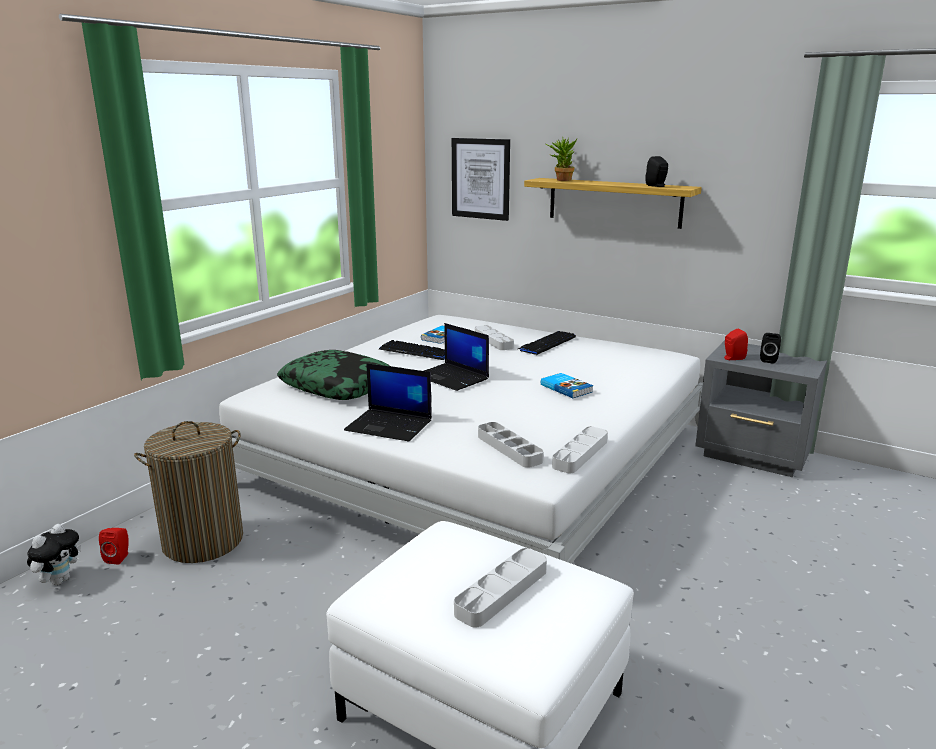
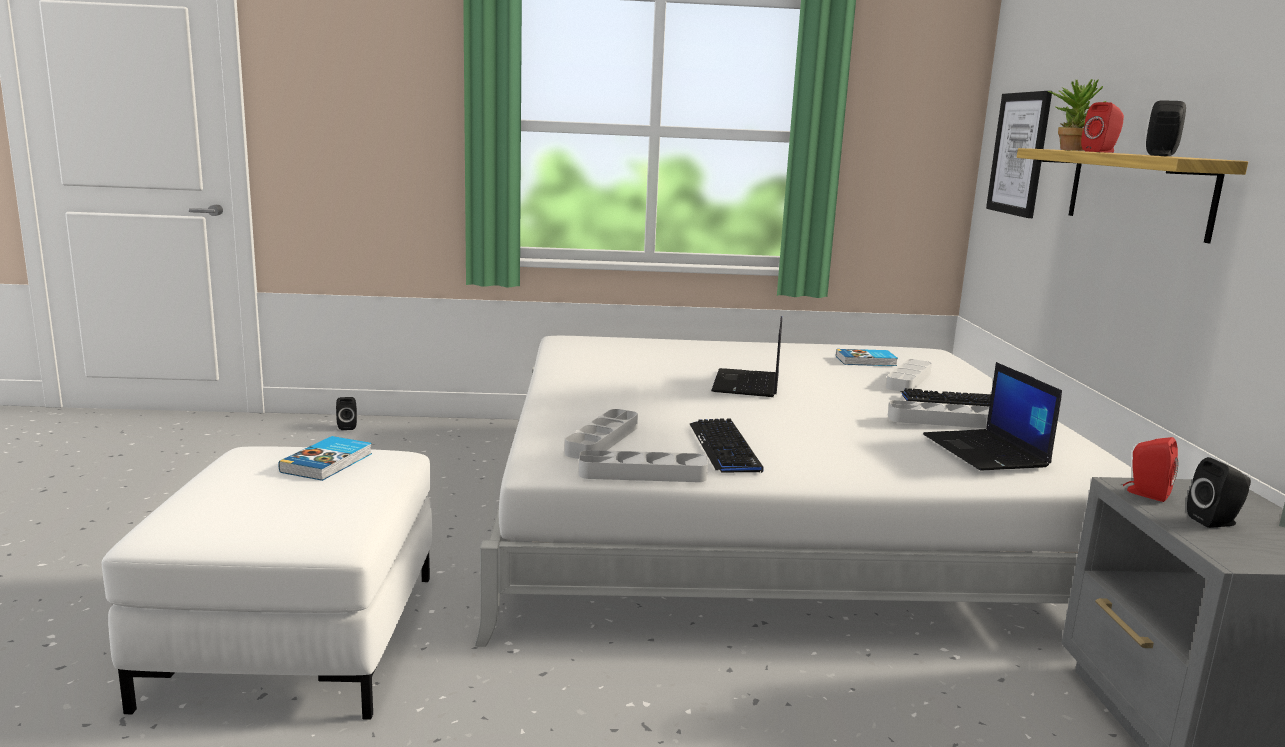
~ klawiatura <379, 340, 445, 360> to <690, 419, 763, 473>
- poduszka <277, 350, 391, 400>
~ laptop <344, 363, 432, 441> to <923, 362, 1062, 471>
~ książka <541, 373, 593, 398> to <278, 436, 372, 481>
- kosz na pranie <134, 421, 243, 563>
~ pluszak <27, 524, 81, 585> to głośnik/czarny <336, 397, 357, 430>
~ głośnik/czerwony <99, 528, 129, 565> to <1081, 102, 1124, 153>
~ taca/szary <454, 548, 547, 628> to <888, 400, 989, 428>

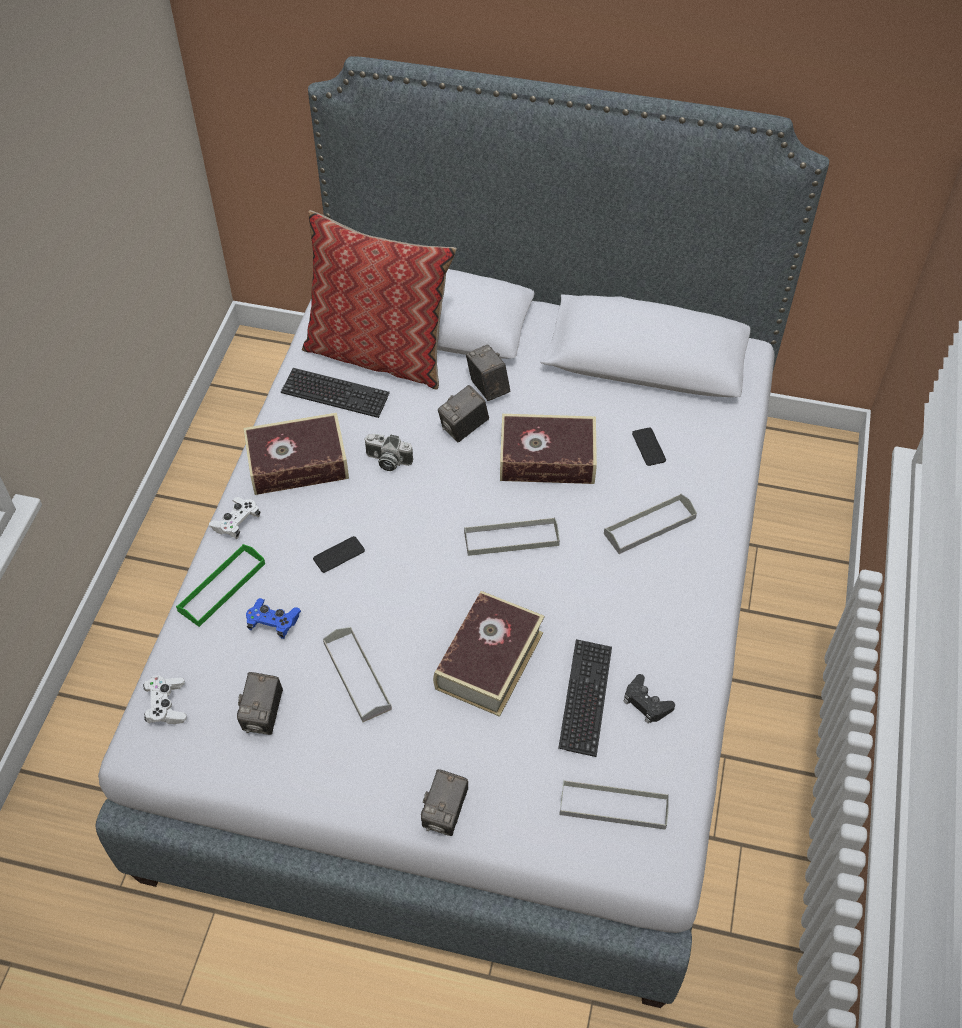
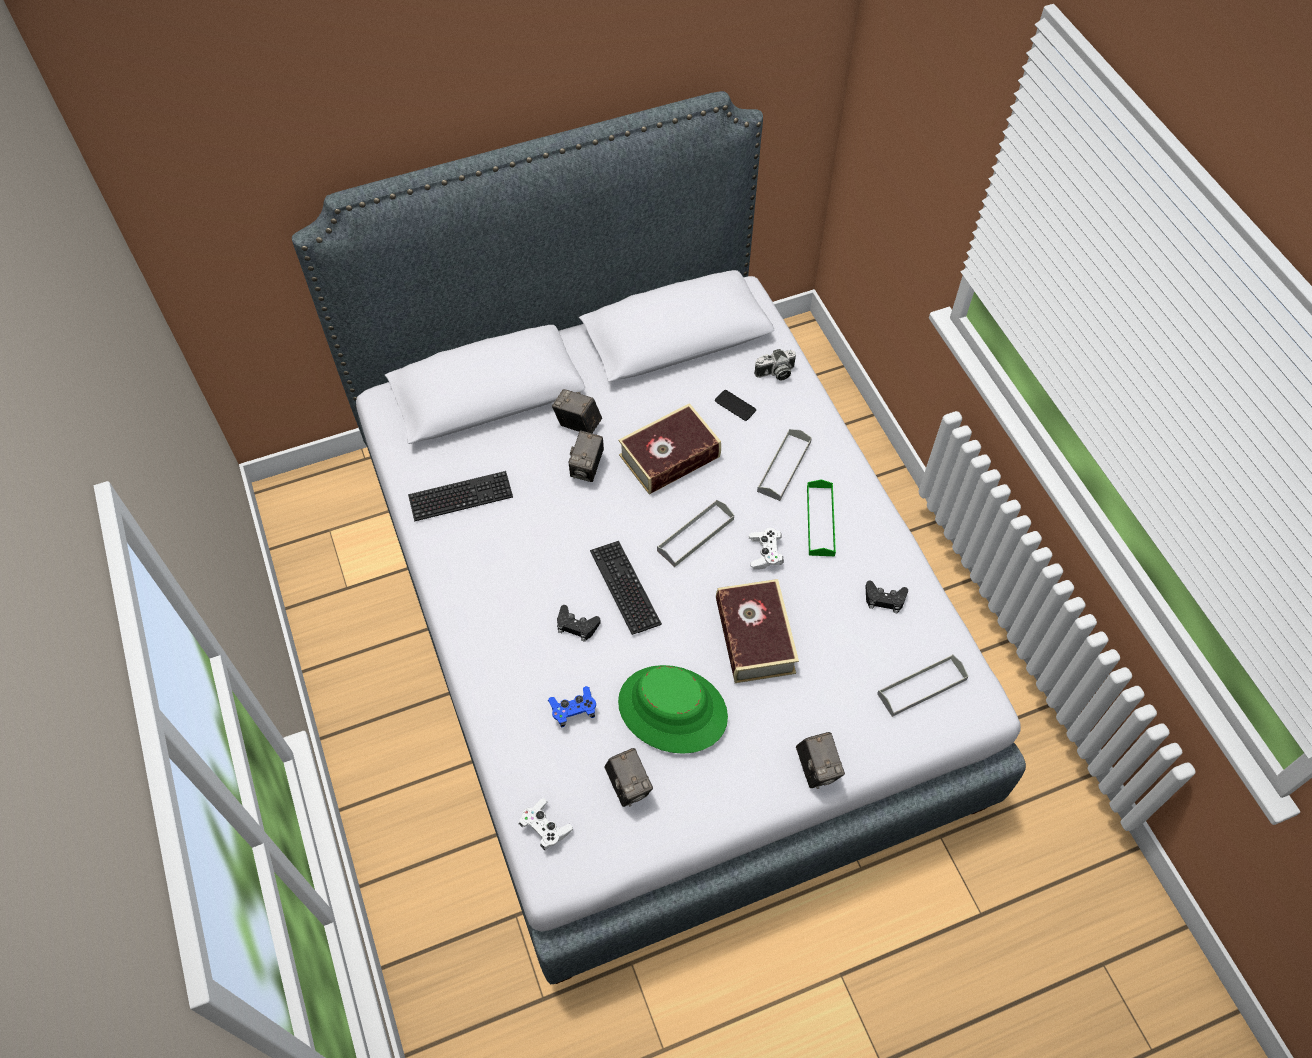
- poduszka <302, 210, 457, 390>
- książka <243, 413, 349, 495>
~ aparat fotograficzny <364, 434, 413, 471> to <754, 349, 796, 380>
~ pad do gier/biały <209, 497, 261, 539> to <749, 528, 784, 570>
~ telefon <313, 536, 365, 573> to pad do gier/czarny <557, 605, 601, 642>
~ taca/zielony <176, 544, 265, 627> to <807, 479, 836, 556>
~ taca/szary <323, 627, 392, 722> to kapelusz/zielony <618, 665, 728, 754>
~ klawiatura <558, 639, 612, 757> to <590, 541, 662, 635>

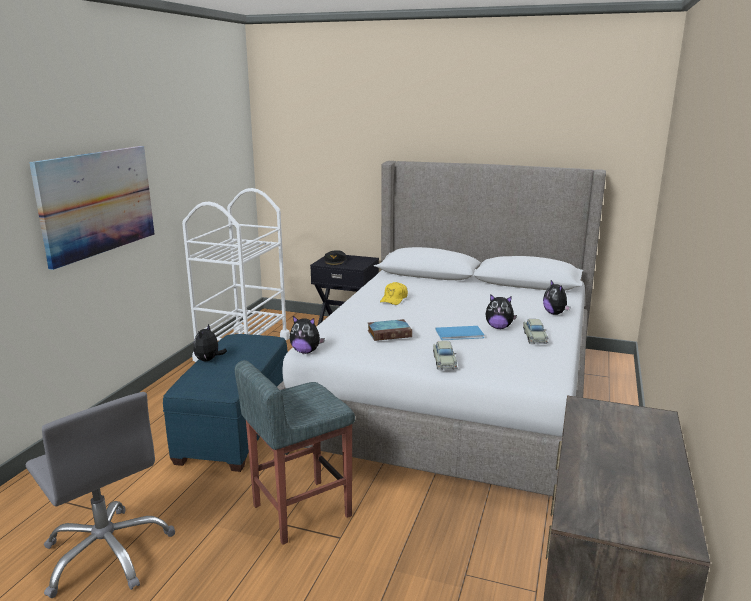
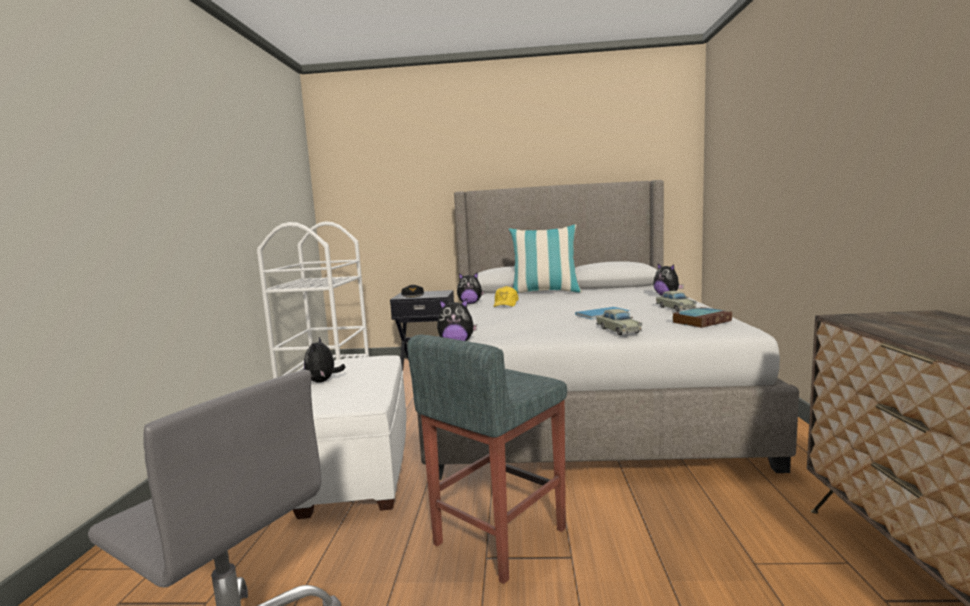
- obraz <29, 146, 155, 270>
~ pluszak <485, 294, 517, 329> to <457, 272, 484, 304>
~ książka <368, 319, 412, 341> to <672, 307, 732, 328>
~ pufa/niebieski <163, 334, 288, 472> to pufa/biały <293, 355, 407, 519>
+ poduszka <509, 224, 582, 293>

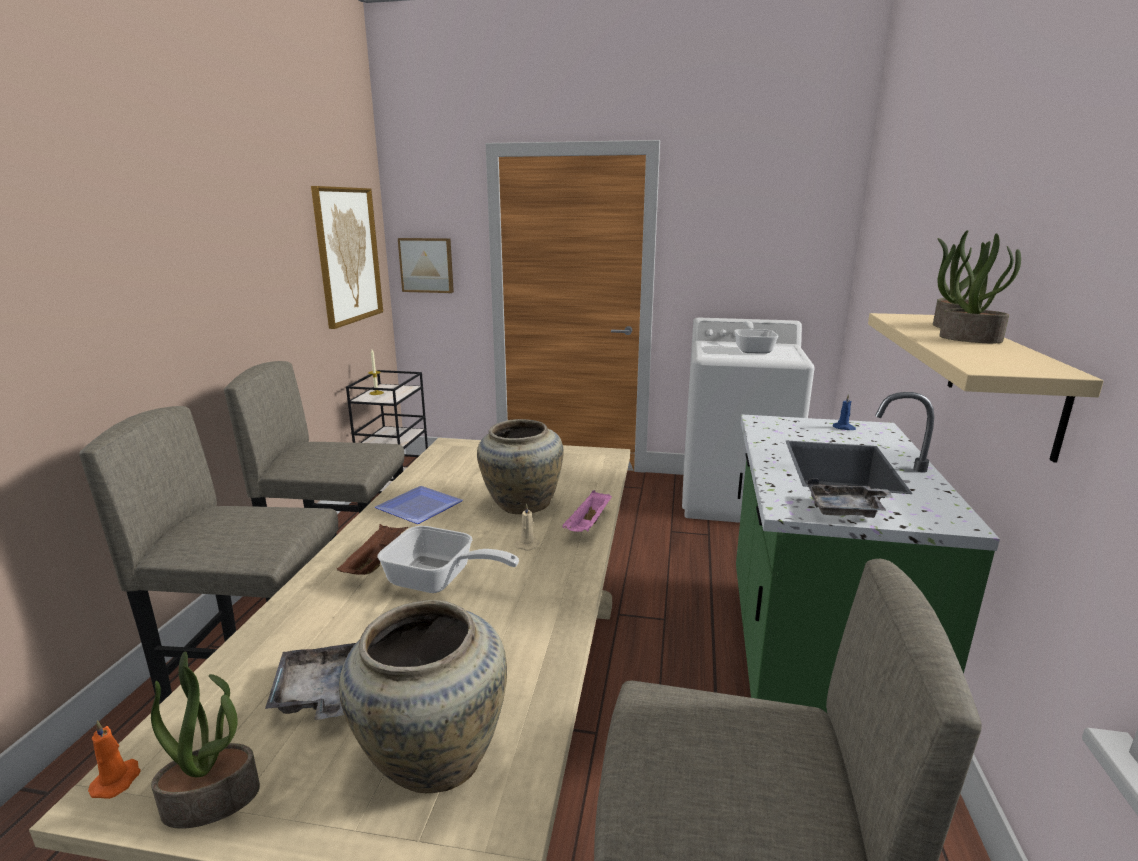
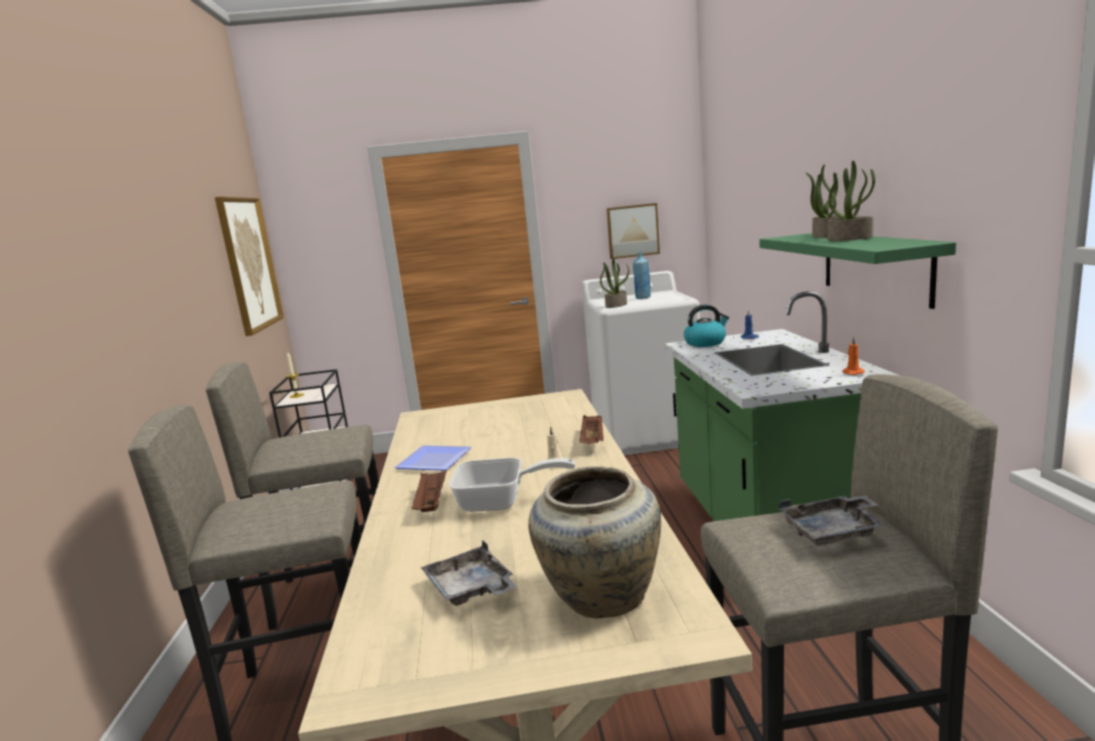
~ obraz <398, 238, 454, 293> to <606, 203, 660, 259>
~ półka/beżowy <868, 313, 1104, 463> to półka/zielony <759, 233, 956, 309>
~ patelnia <734, 321, 779, 354> to butelka/niebieski <633, 252, 651, 299>
- wazon/beżowy <477, 419, 564, 514>
~ taca/szary <808, 478, 894, 518> to <779, 496, 886, 546>
~ taca/różowy <562, 490, 612, 532> to taca/brązowy <579, 415, 604, 444>
~ roślina doniczkowa <151, 652, 260, 829> to <600, 258, 629, 308>
~ świeca/pomarańczowy <88, 720, 141, 799> to <842, 337, 865, 375>
+ czajnik <684, 304, 729, 347>

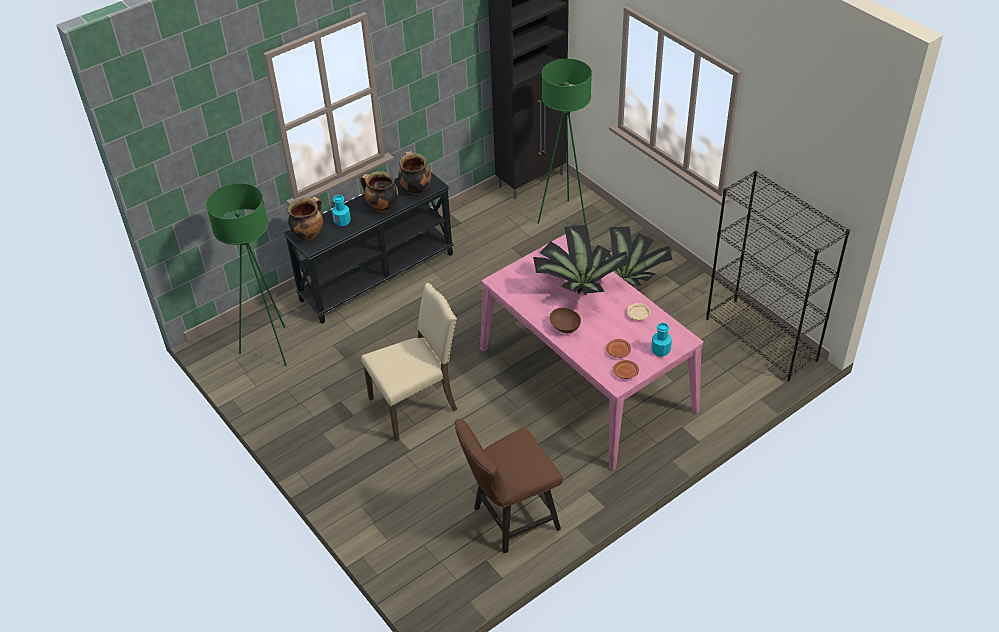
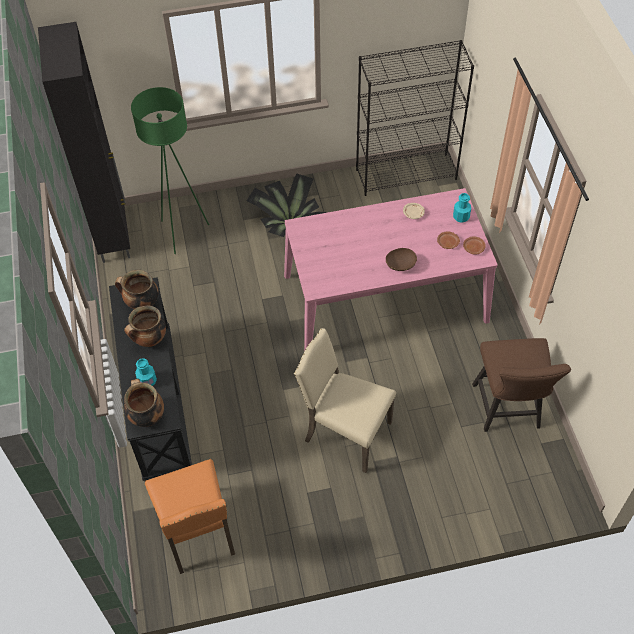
~ lampa stojąca/zielony <206, 183, 287, 366> to krzesło/pomarańczowy <145, 459, 235, 574>
- roślina doniczkowa <533, 225, 630, 295>
~ krzesło/beżowy <361, 283, 457, 441> = <294, 328, 396, 473> 60 degrees counterclockwise

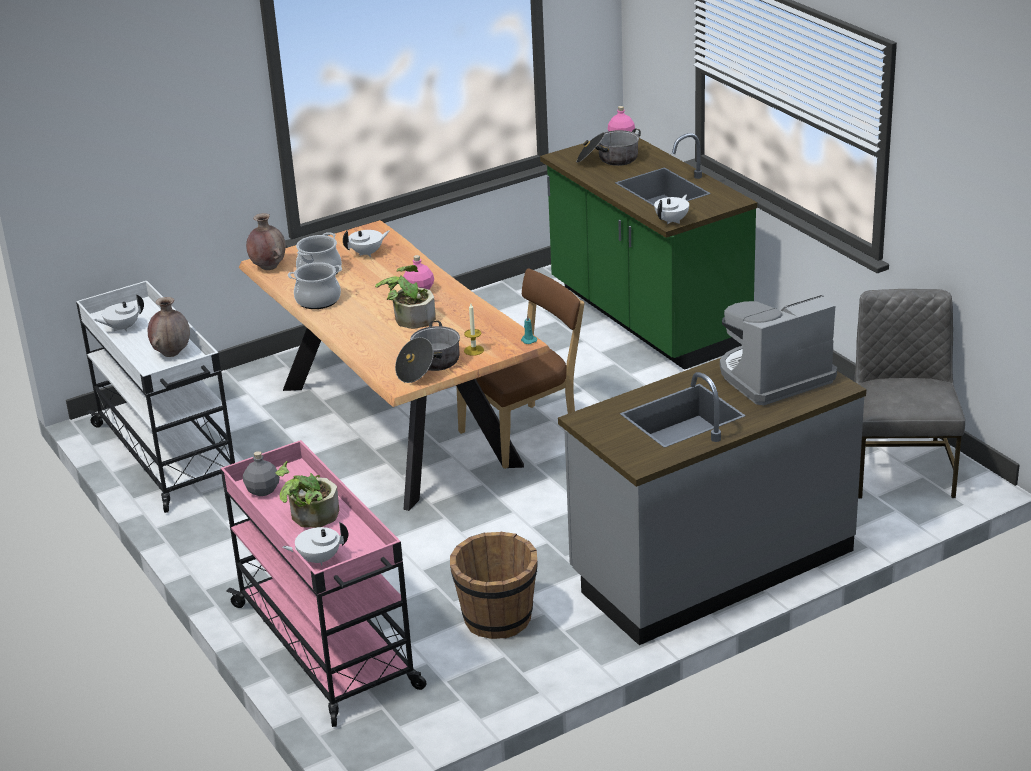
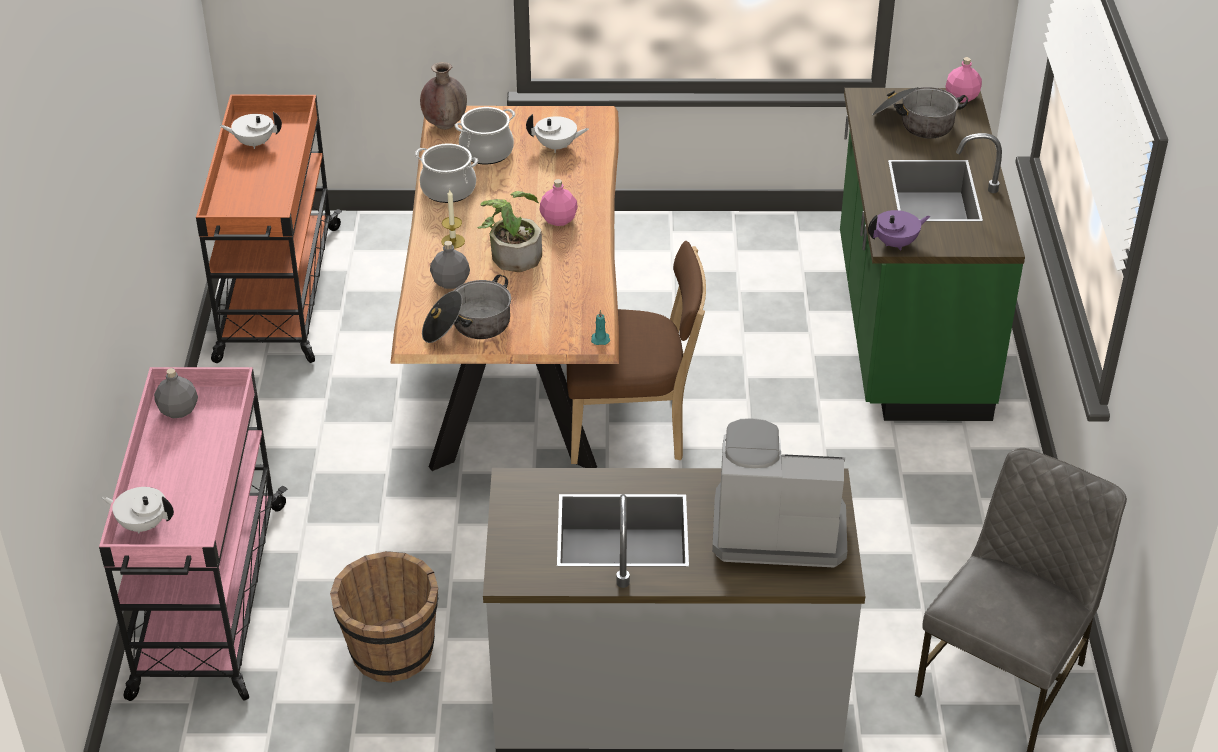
~ imbryk/biały <654, 195, 689, 224> to imbryk/fioletowy <868, 210, 930, 251>
~ wózek/biały <76, 281, 235, 513> to wózek/pomarańczowy <196, 95, 342, 363>
- wazon/brązowy <148, 297, 190, 357>
~ świeca <464, 303, 484, 356> to <441, 190, 465, 249>
- roślina doniczkowa <276, 461, 339, 528>
+ butelka/szary <430, 241, 470, 289>

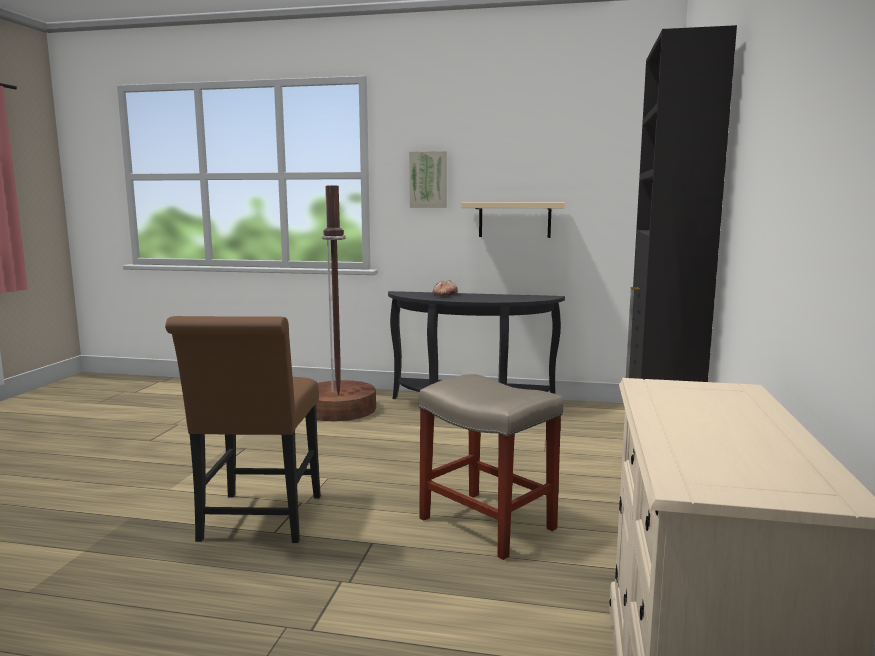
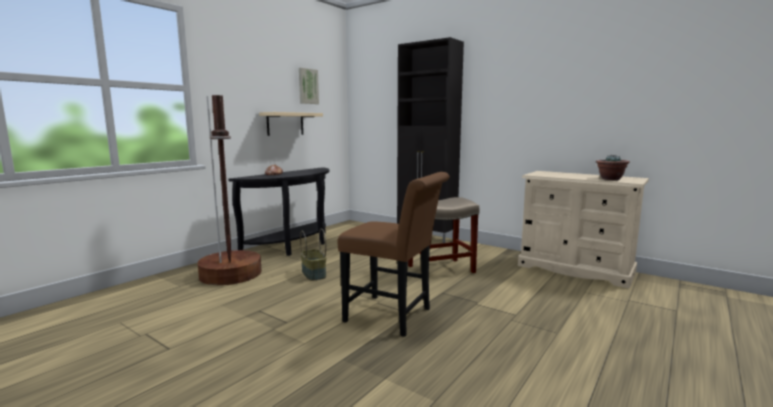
~ obraz <409, 151, 447, 208> to <299, 68, 319, 104>
+ roślina doniczkowa <596, 155, 630, 180>
+ koszyk <300, 228, 326, 281>

